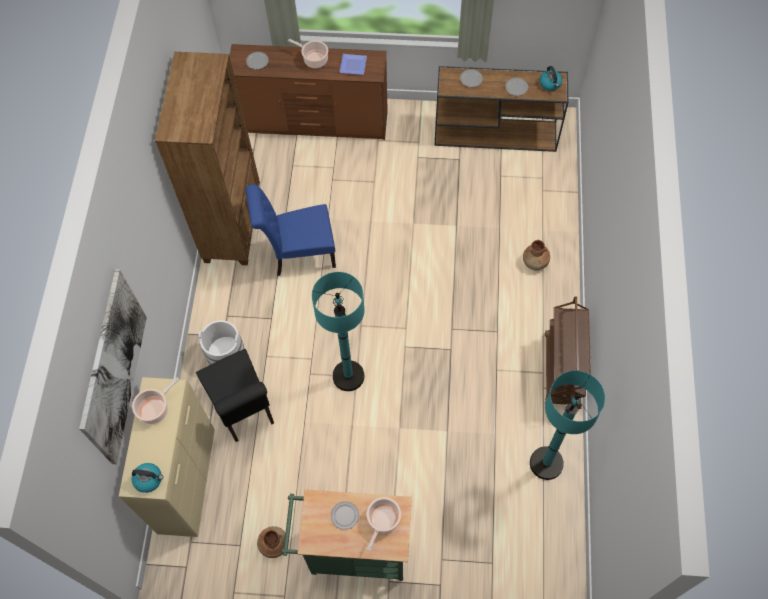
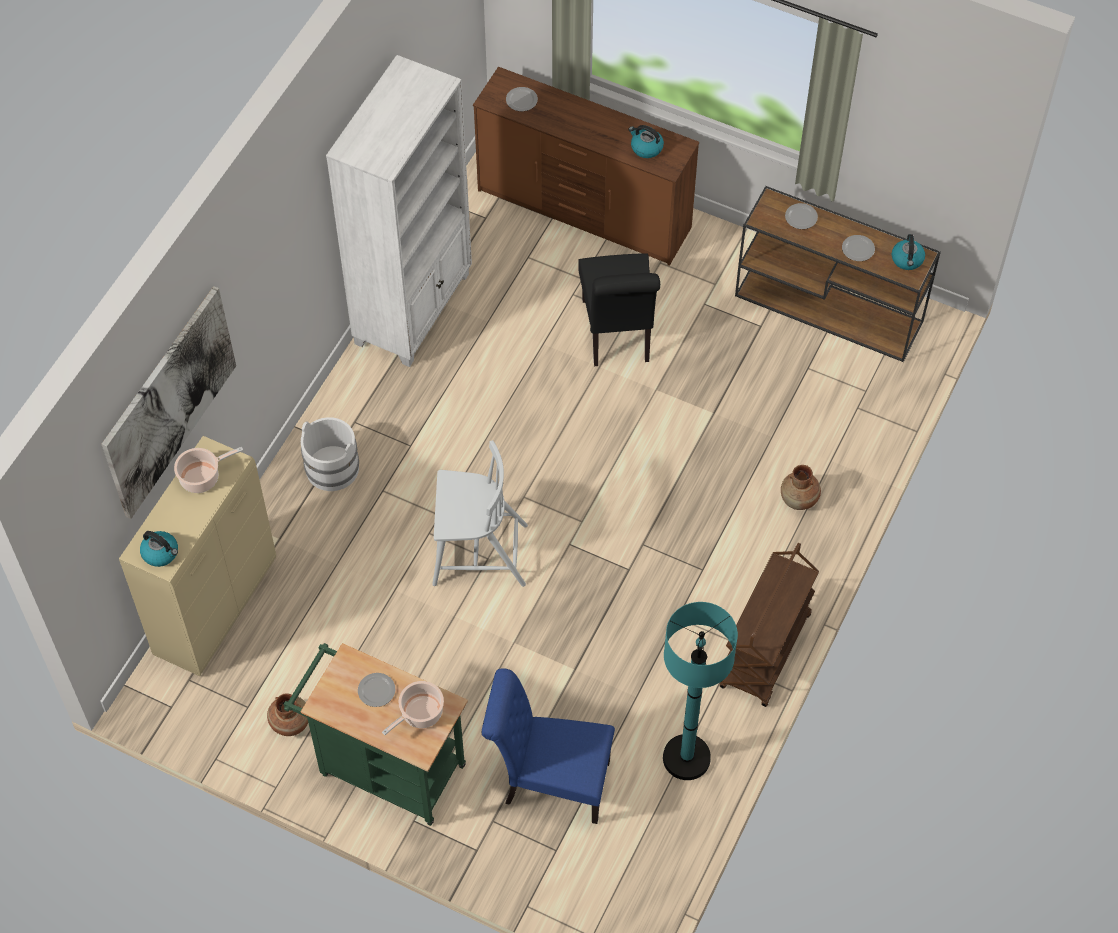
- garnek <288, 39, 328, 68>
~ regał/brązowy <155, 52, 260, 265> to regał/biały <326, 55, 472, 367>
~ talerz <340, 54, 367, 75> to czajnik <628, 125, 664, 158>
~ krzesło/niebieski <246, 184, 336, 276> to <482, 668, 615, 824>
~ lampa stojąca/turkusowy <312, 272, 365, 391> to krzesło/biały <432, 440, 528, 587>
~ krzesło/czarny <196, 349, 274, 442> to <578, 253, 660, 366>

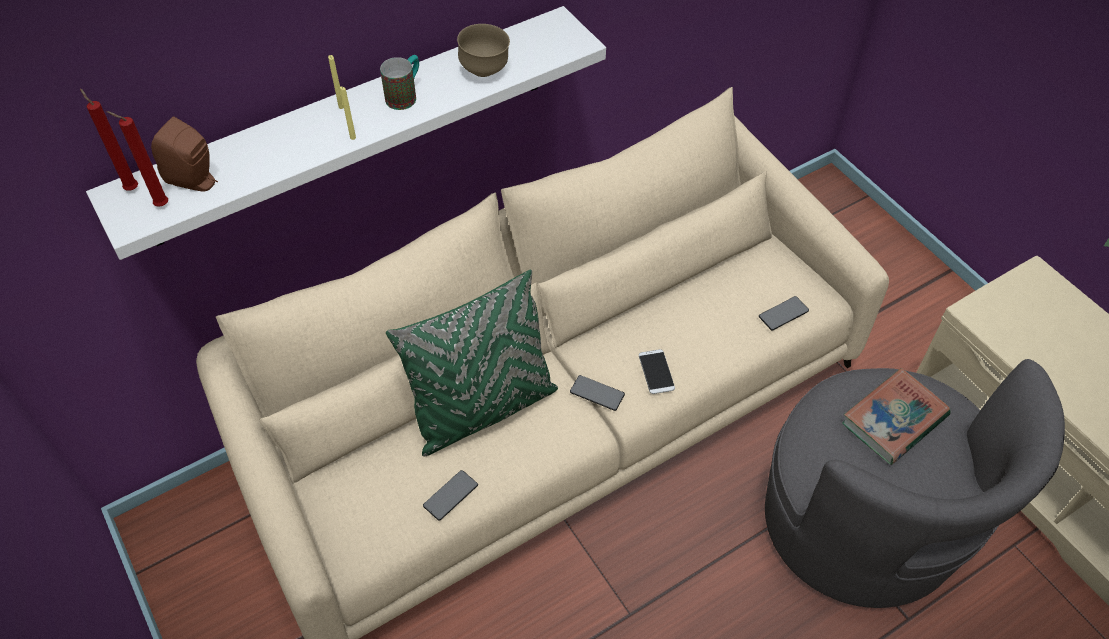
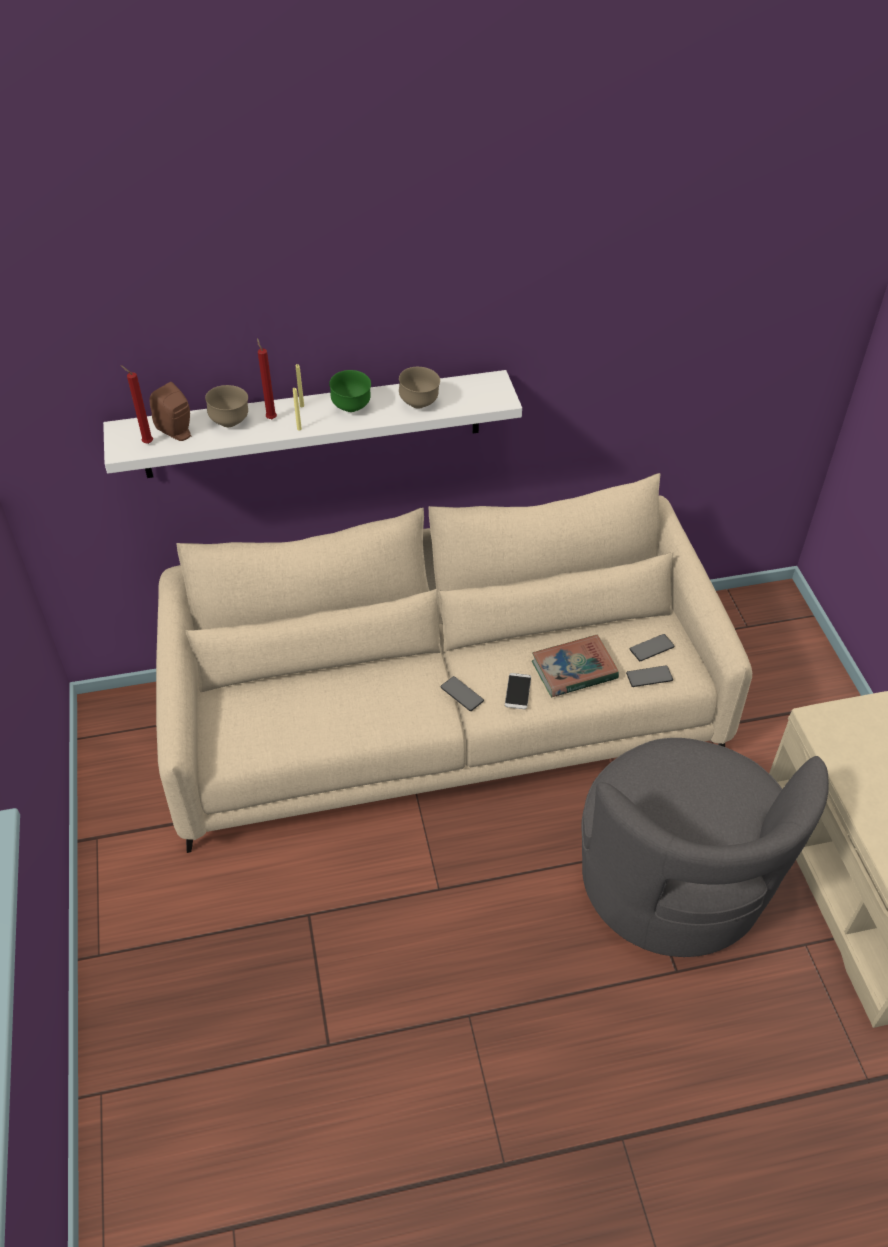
~ kubek <380, 55, 419, 110> to miska/zielony <329, 370, 371, 412>
~ świeca/czerwony <80, 89, 138, 191> to <257, 338, 277, 419>
- poduszka/zielony <386, 270, 558, 457>
~ książka <842, 368, 951, 465> to <532, 635, 619, 697>
~ telefon <423, 470, 478, 521> to <630, 634, 675, 661>
+ miska/brązowy <205, 385, 248, 427>

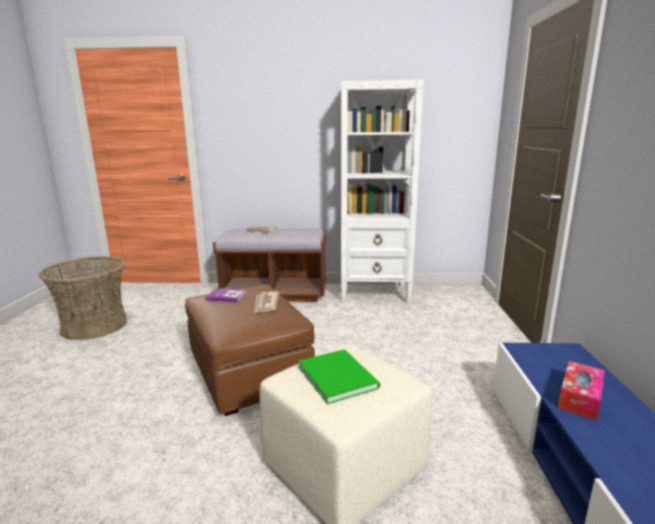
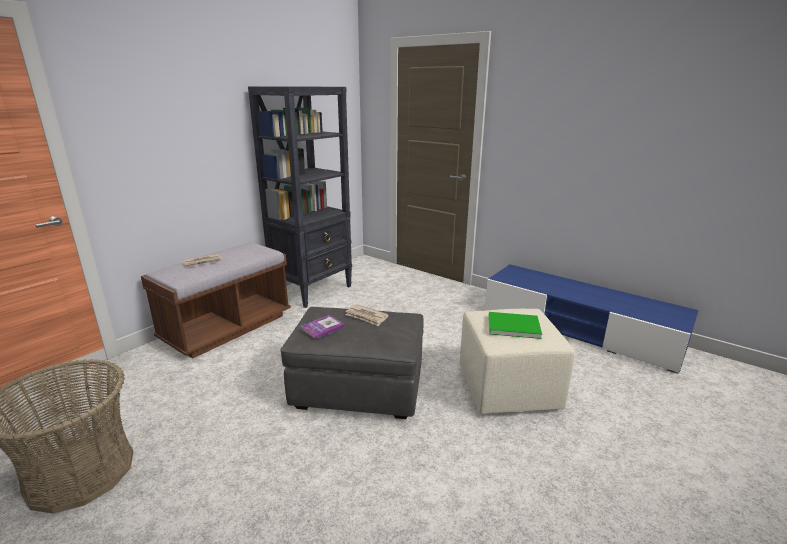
~ regał/biały <341, 80, 424, 304> to regał/czarny <248, 86, 352, 308>
~ pufa/brązowy <185, 284, 315, 416> to pufa/szary <281, 307, 424, 419>
- pudełko chusteczek <558, 361, 605, 420>

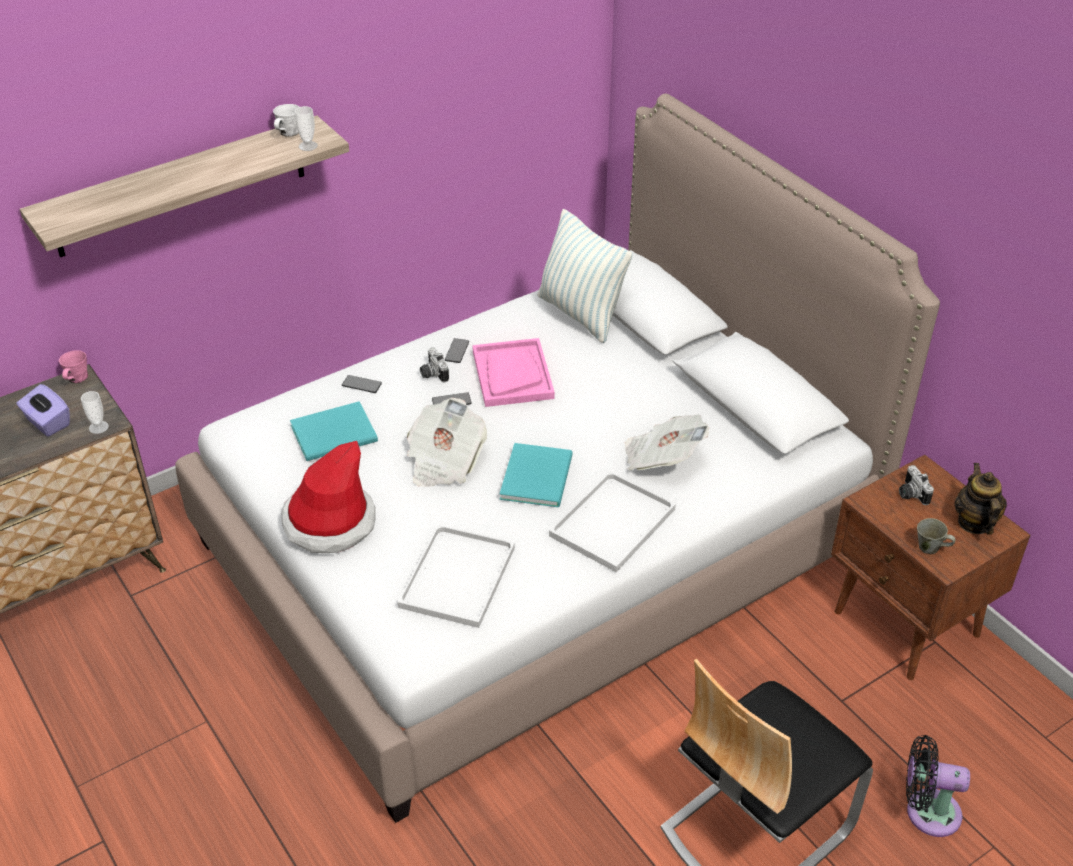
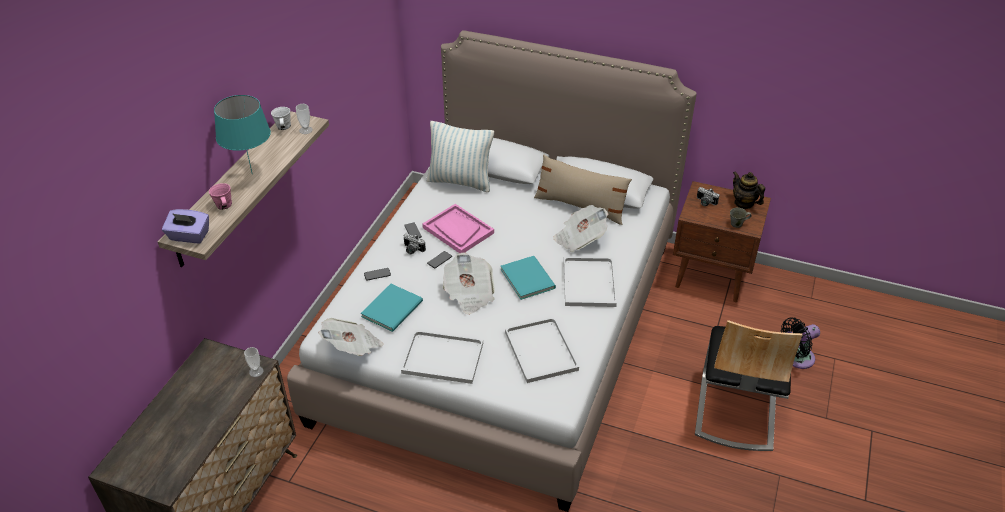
~ kubek/różowy <59, 350, 88, 383> to <209, 183, 232, 210>
~ pudełko chusteczek/fioletowy <16, 384, 70, 437> to <162, 209, 209, 243>
~ kapelusz <281, 441, 376, 553> to taca/biały <401, 330, 483, 384>
+ lampa stołowa/turkusowy <214, 95, 271, 174>
+ poduszka/beżowy <534, 154, 632, 225>
+ gazeta <318, 318, 383, 356>

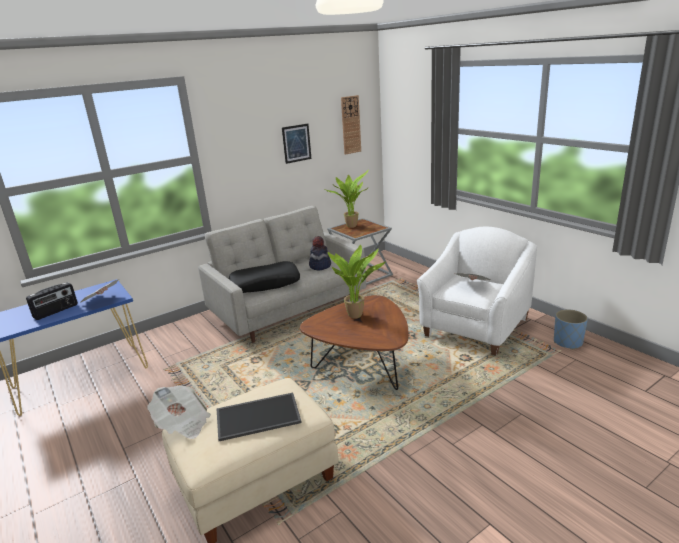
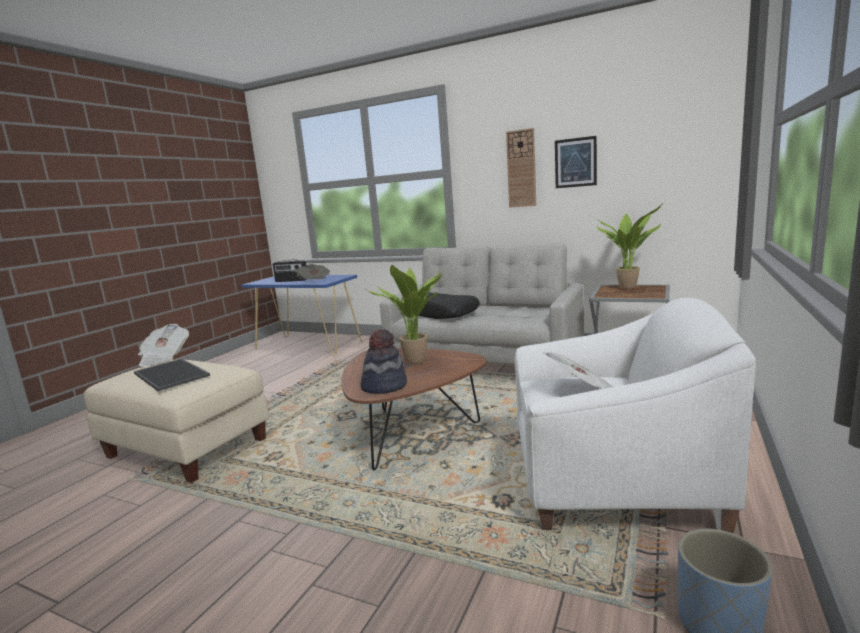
~ zegar ścienny <341, 95, 361, 155> to <506, 128, 536, 208>
~ kapelusz <309, 236, 331, 271> to <361, 329, 407, 394>

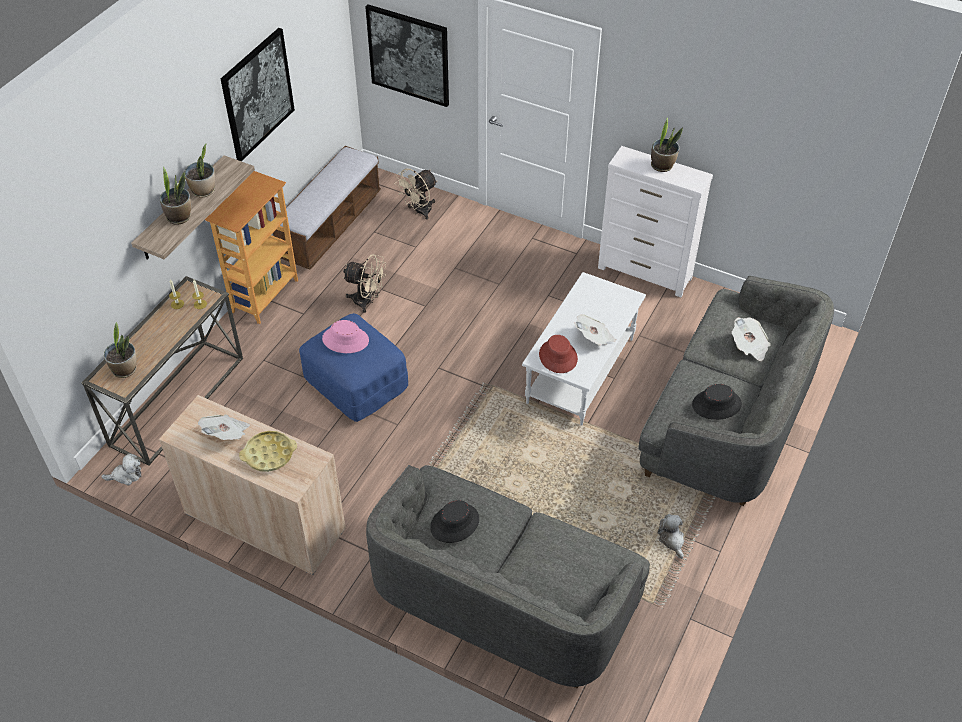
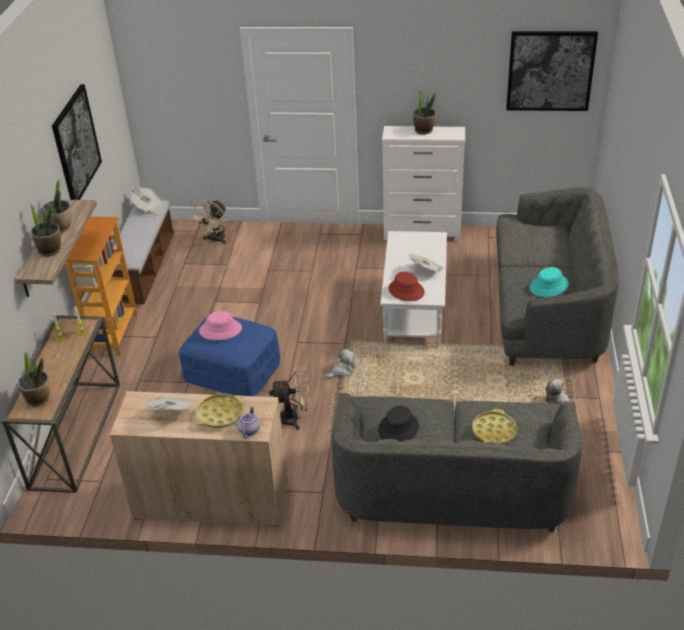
~ obraz <365, 4, 449, 107> to <506, 31, 598, 111>
~ wentylator/beżowy <342, 254, 386, 313> to <269, 367, 310, 430>
~ gazeta <732, 317, 771, 361> to <130, 188, 164, 214>
~ kapelusz/czarny <692, 384, 742, 420> to kapelusz/turkusowy <529, 267, 569, 297>
~ pluszak <101, 453, 141, 486> to <325, 349, 355, 379>
+ imbryk <237, 406, 260, 439>
+ taca/żółty <472, 409, 517, 444>

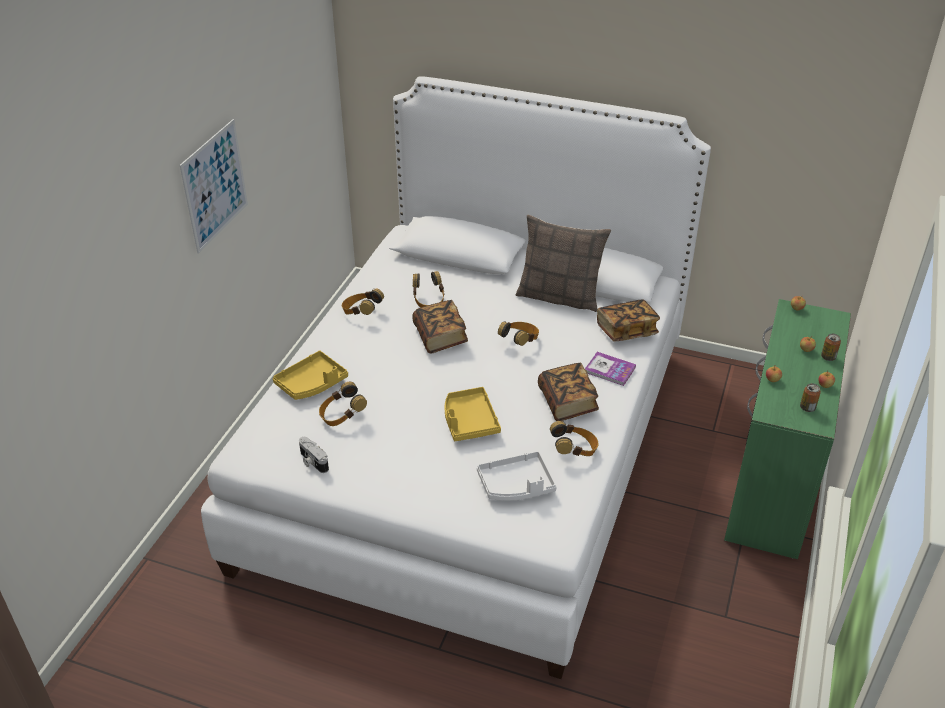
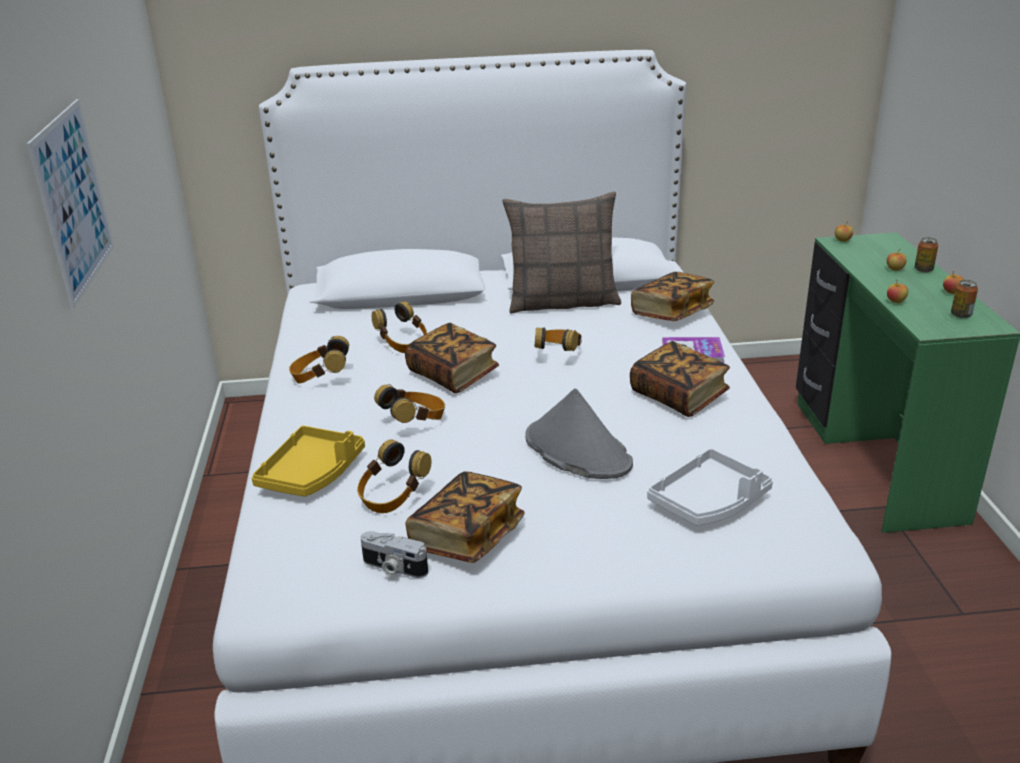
~ taca/żółty <445, 387, 501, 441> to kapelusz/szary <525, 388, 633, 479>
~ słuchawki <550, 421, 598, 456> to <374, 384, 445, 423>
+ książka <405, 471, 525, 563>

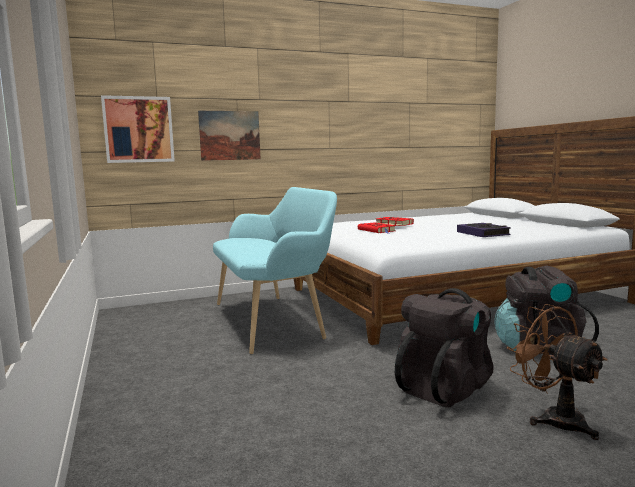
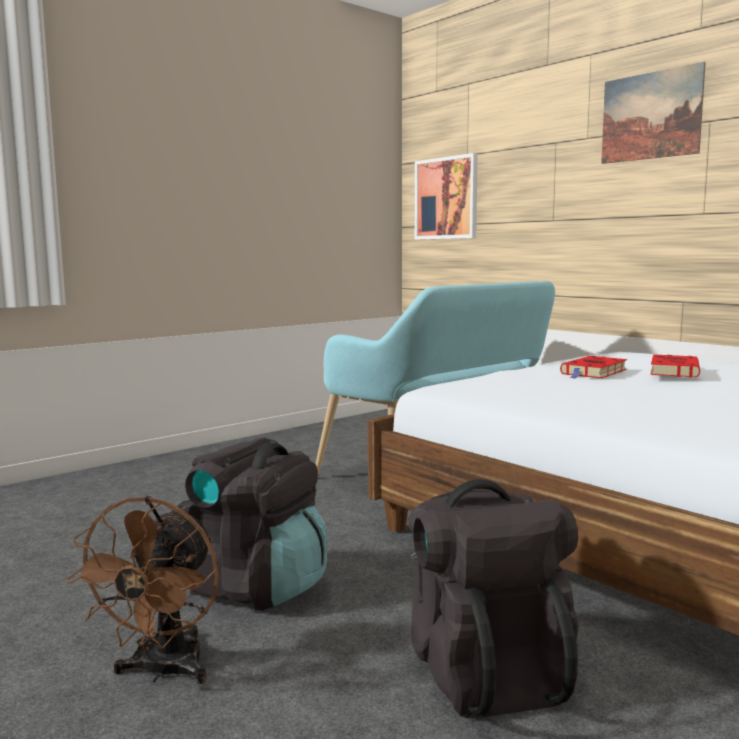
~ obraz <198, 111, 261, 161> to <601, 62, 706, 164>
- książka <457, 223, 511, 237>
~ wentylator/brązowy <507, 304, 607, 440> = <66, 496, 219, 684> 150 degrees clockwise

